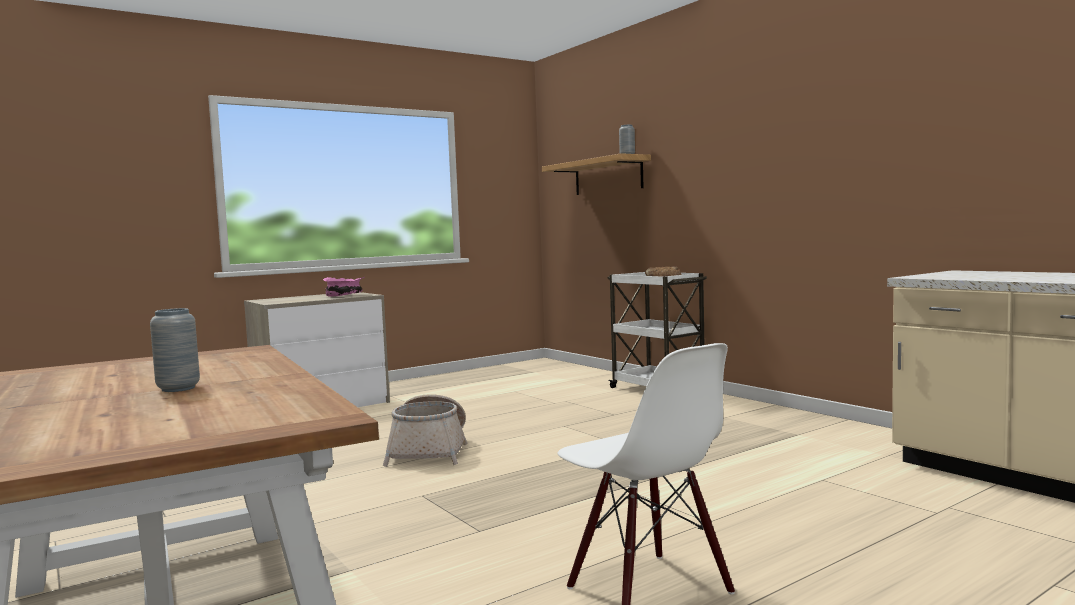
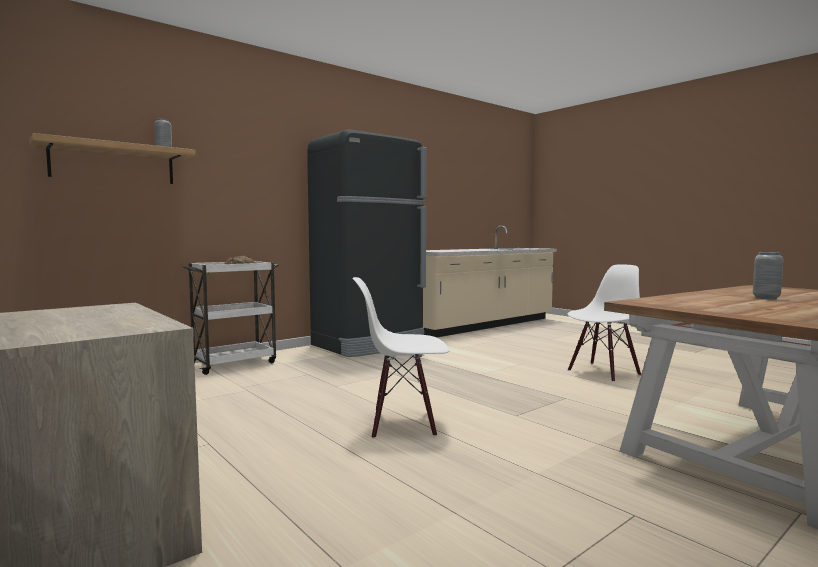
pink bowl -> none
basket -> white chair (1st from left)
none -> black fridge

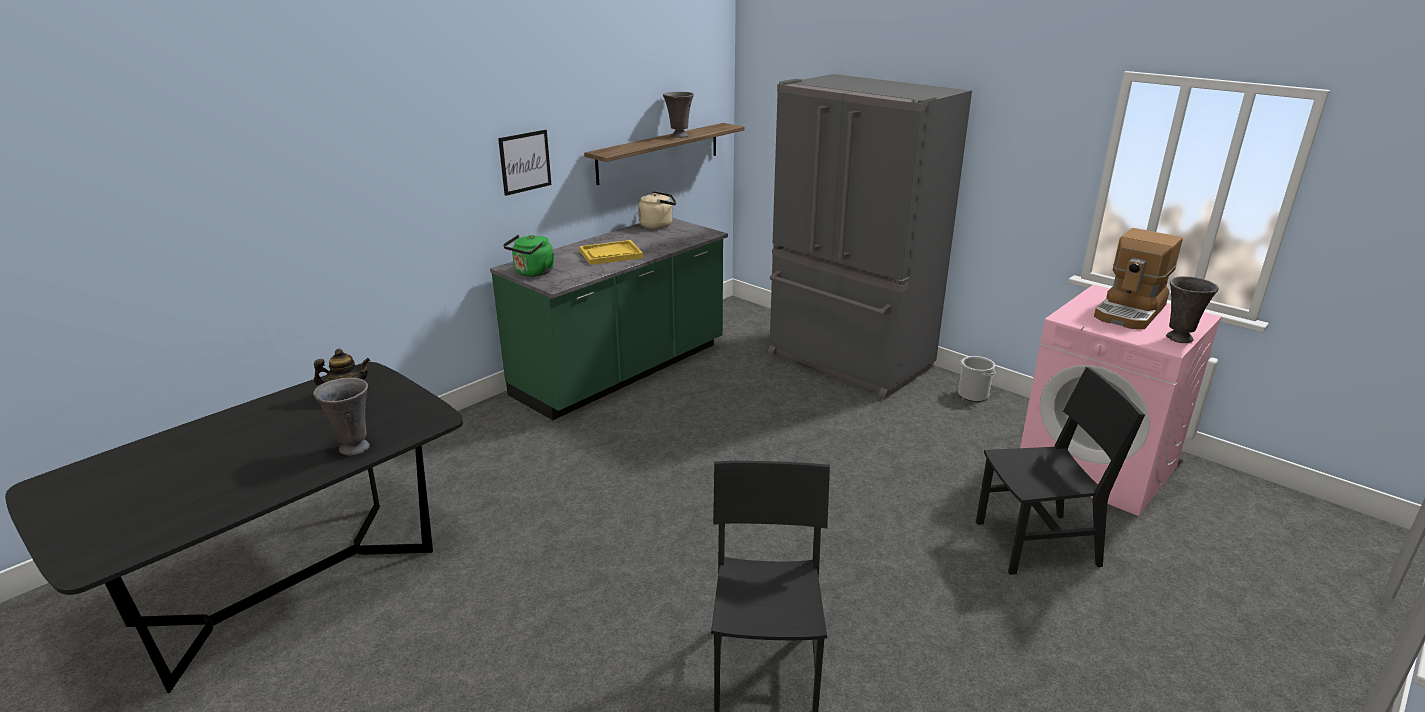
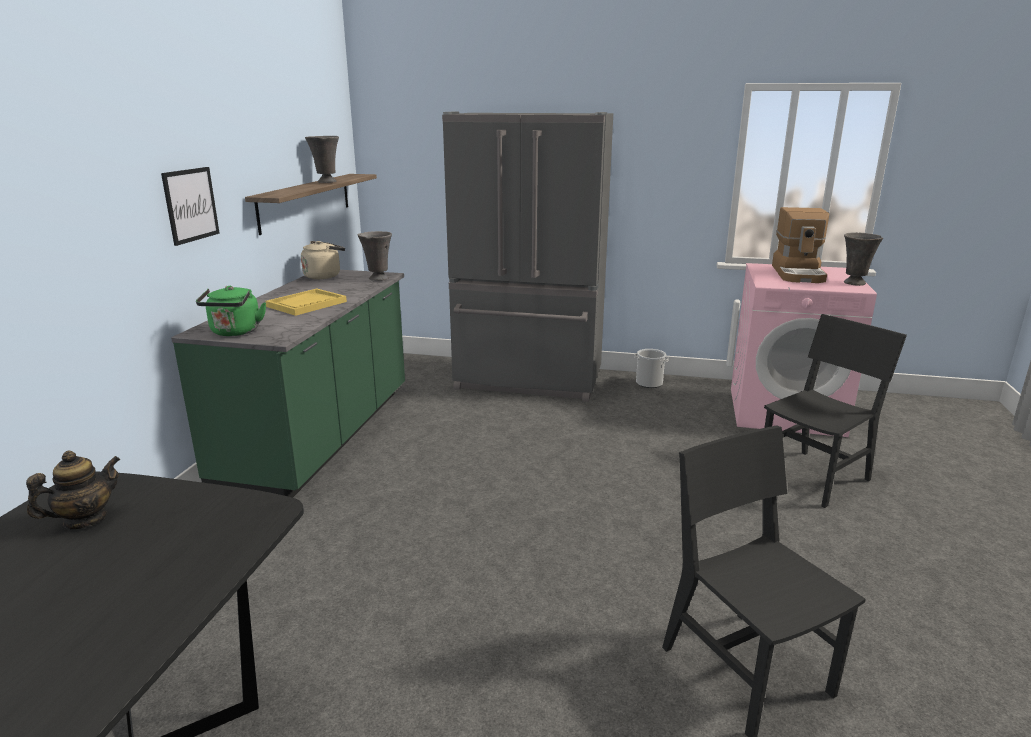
grey vase (1st from left in the first image) -> grey vase (2nd from left), moved

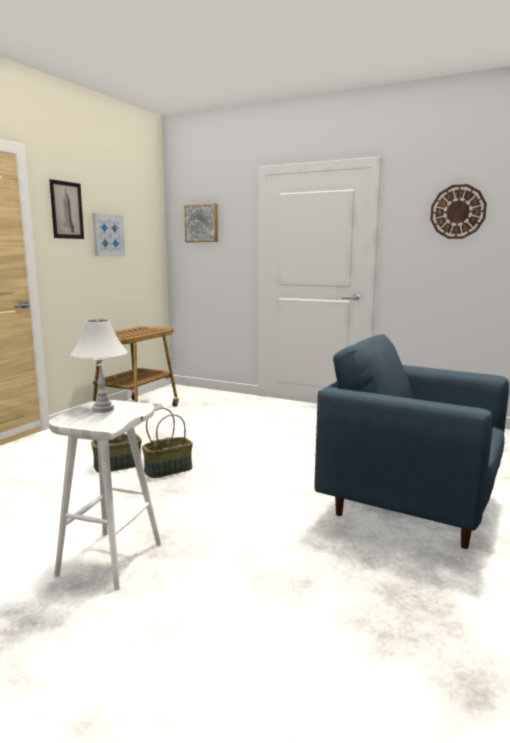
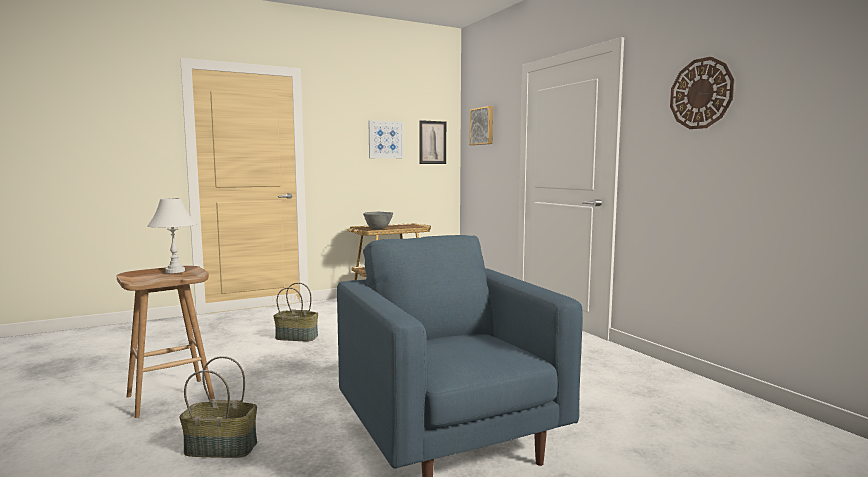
picture (1st from left in the first image) -> picture (2nd from left), moved
white stool -> brown stool
basket (2nd from left in the first image) -> basket (1st from left), moved
none -> grey bowl

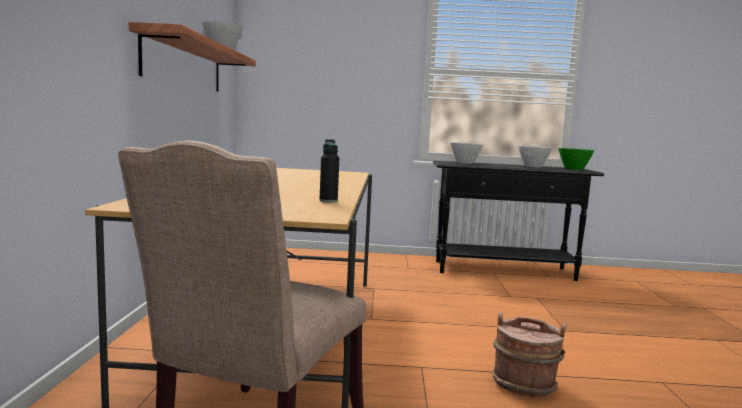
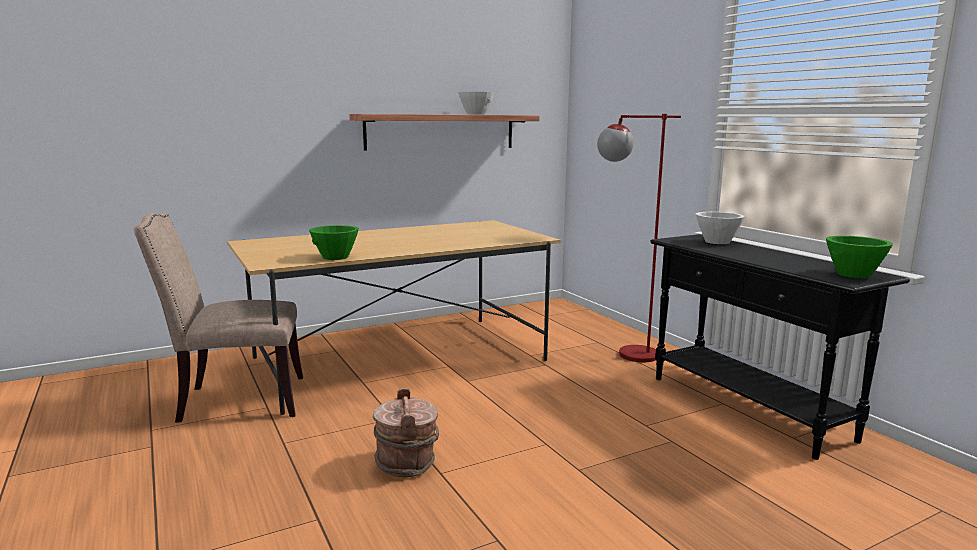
black bottle -> green bowl (1st from left)
white bowl (3rd from left) -> none
none -> red floor lamp

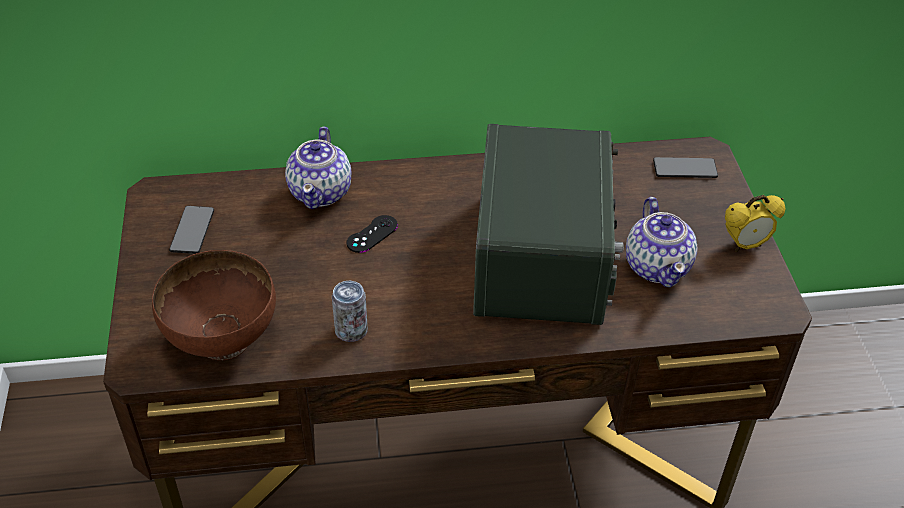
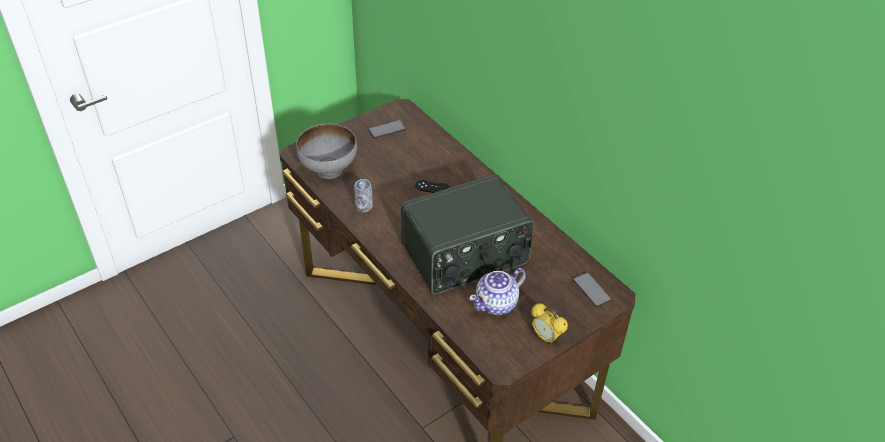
brown bowl -> grey bowl
teapot (1st from left) -> none

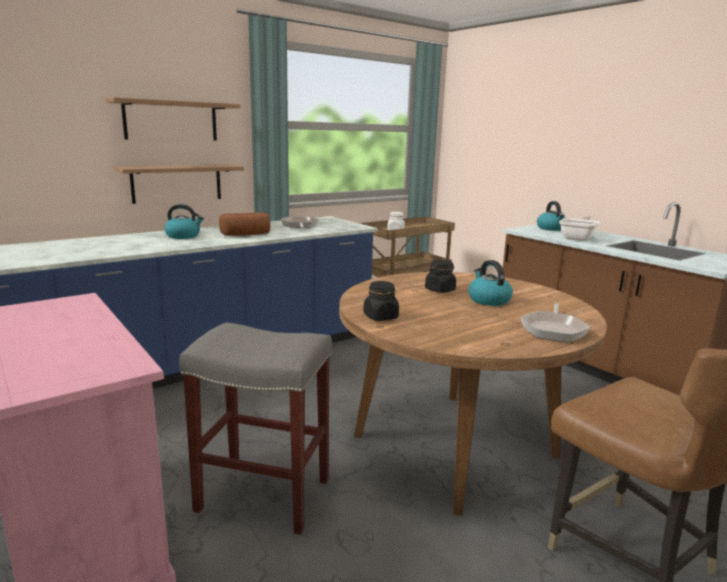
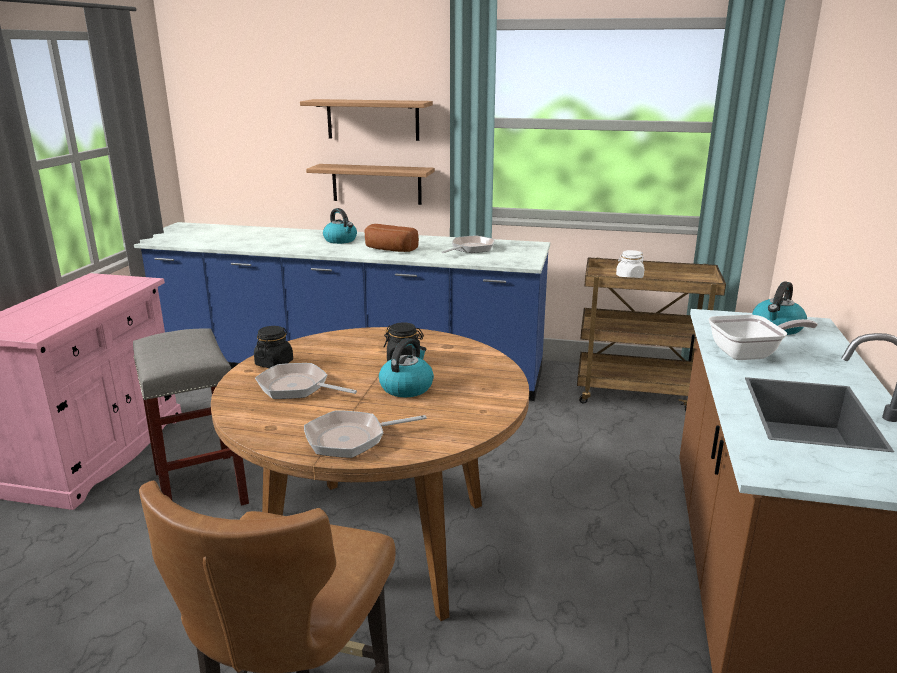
none -> frying pan (1st from left)

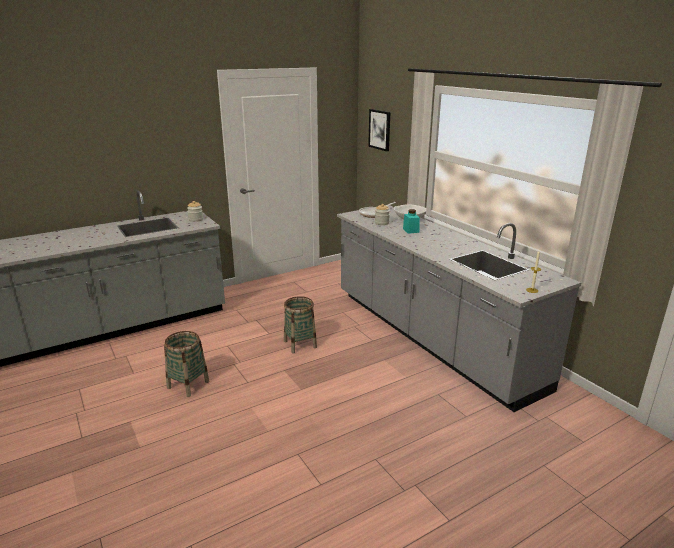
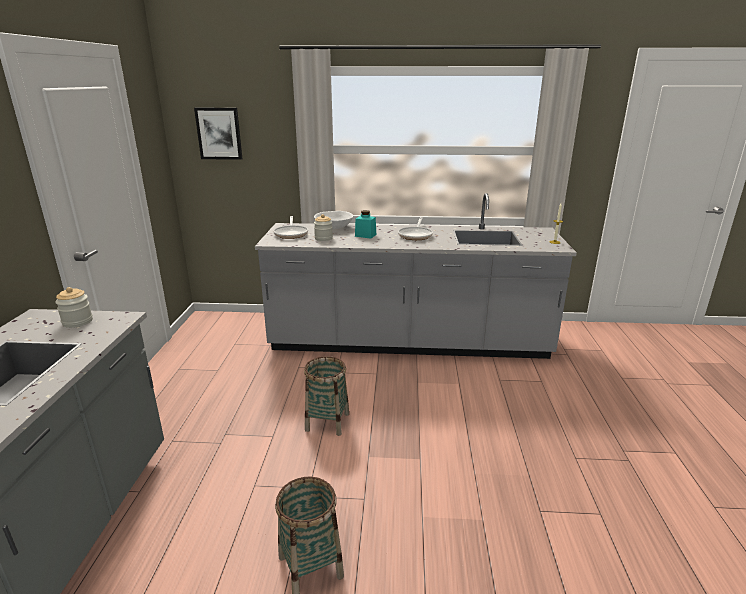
none -> frying pan (2nd from left)

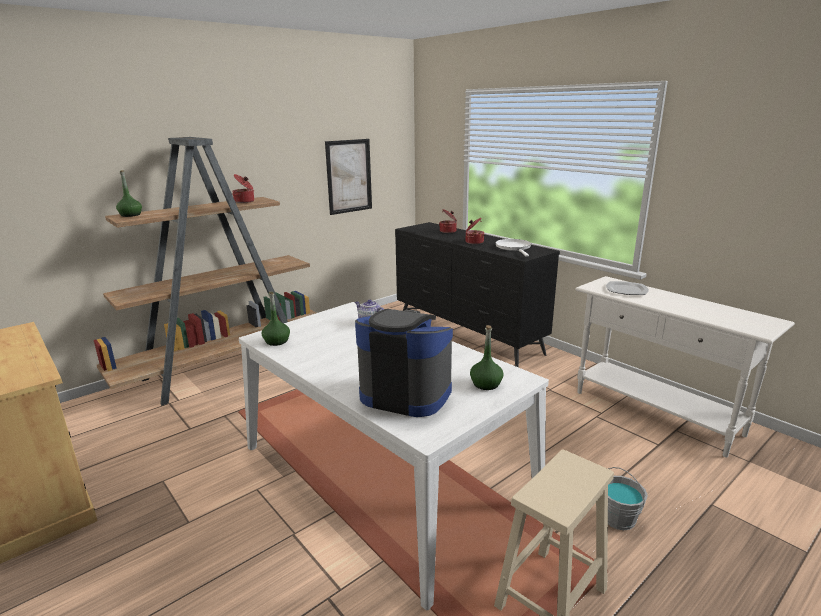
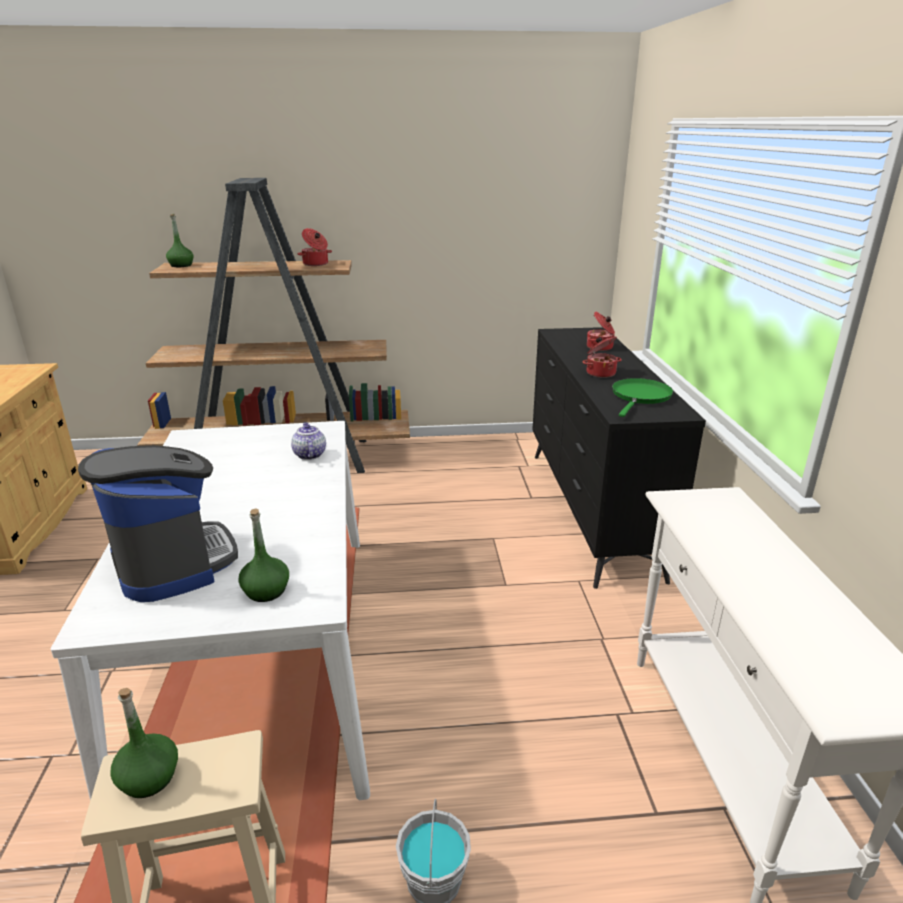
green bottle (2nd from left in the first image) -> green bottle (1st from left), moved
picture -> none
white frying pan -> green frying pan
plate -> none

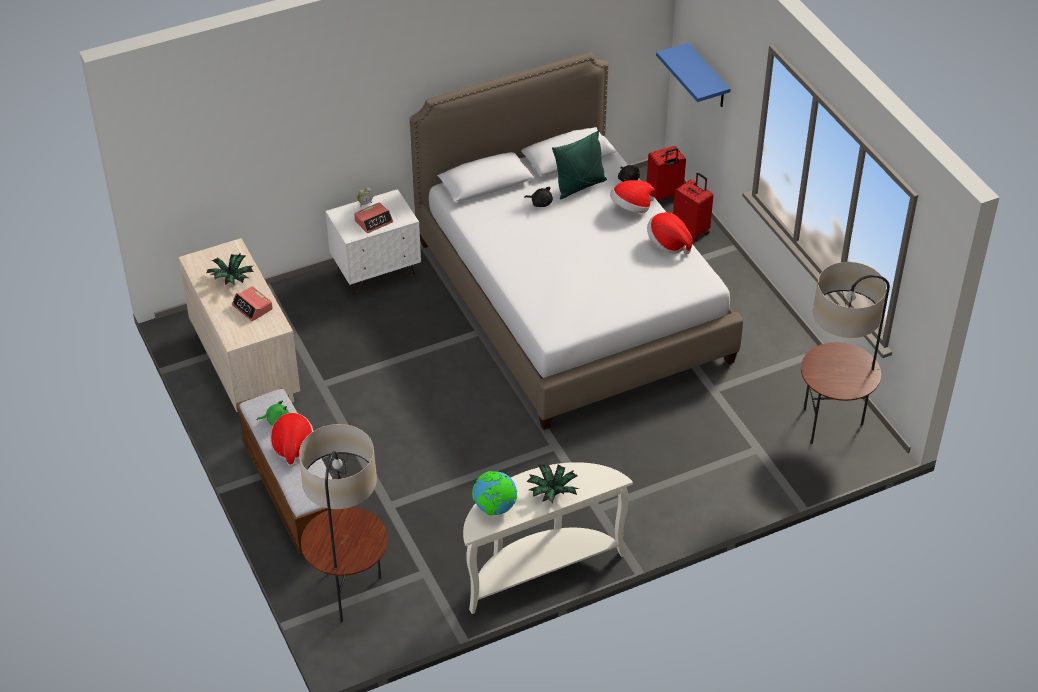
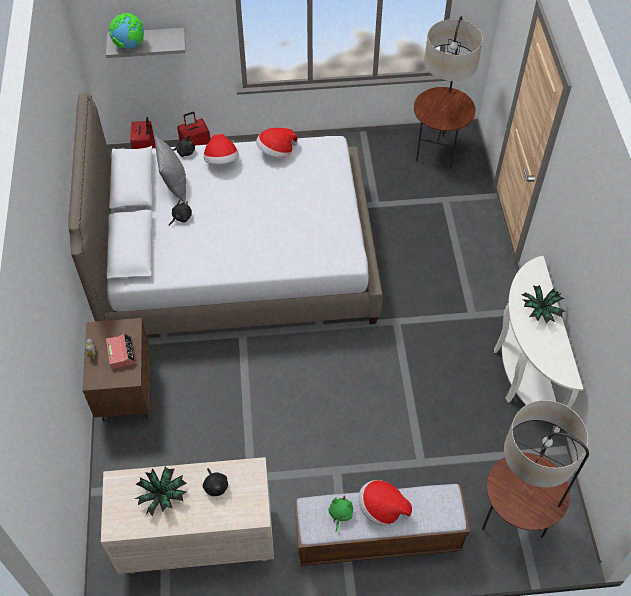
alarm clock (1st from left) -> black plush toy (3rd from left)
white nightstand -> brown nightstand
globe, moved
green pillow -> grey pillow
blue shelf -> grey shelf

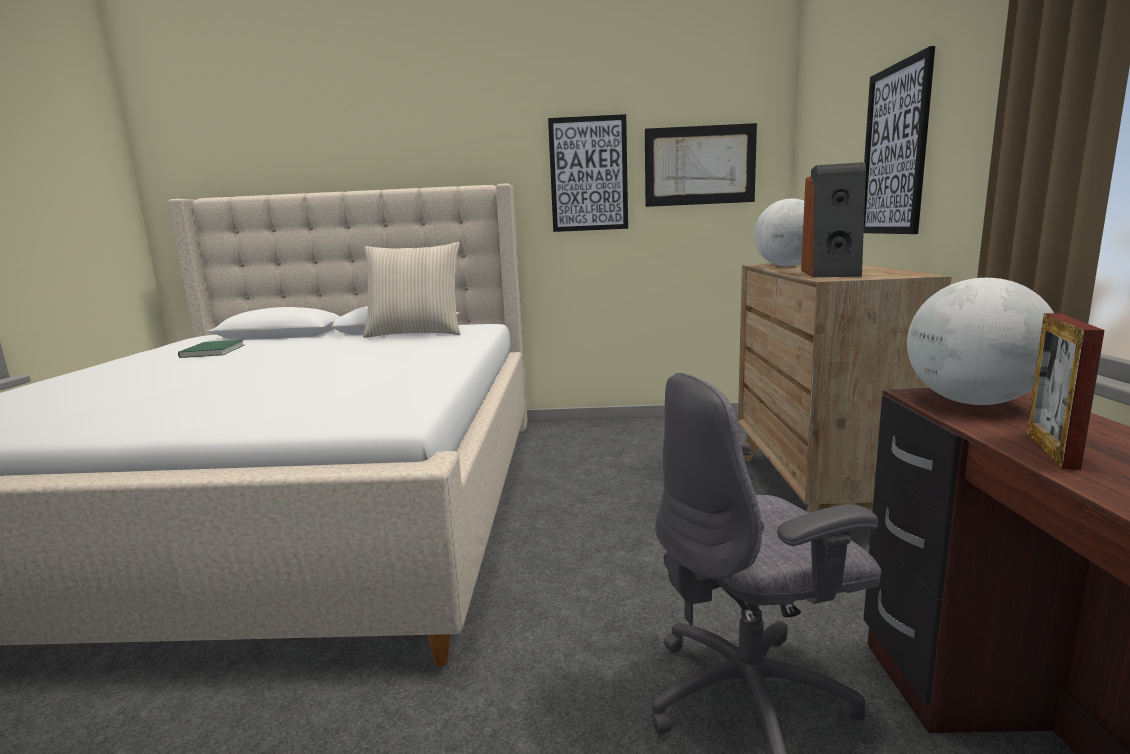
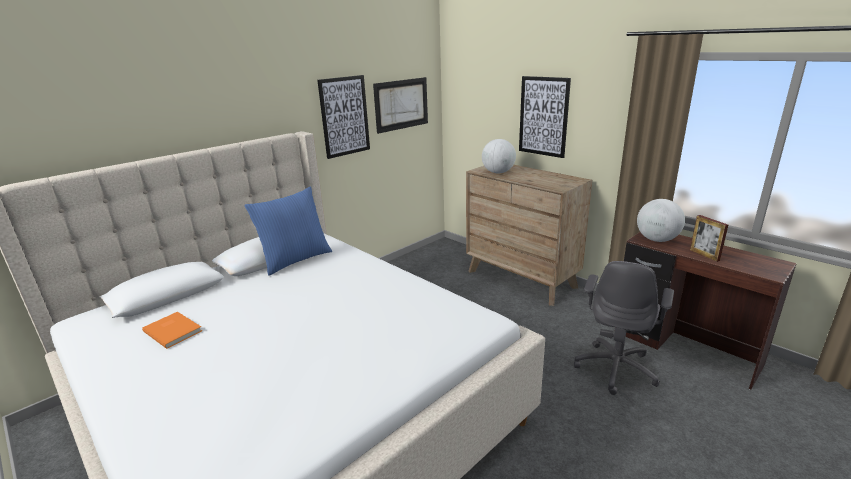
green book -> orange book
beige pillow -> blue pillow
speaker -> none

